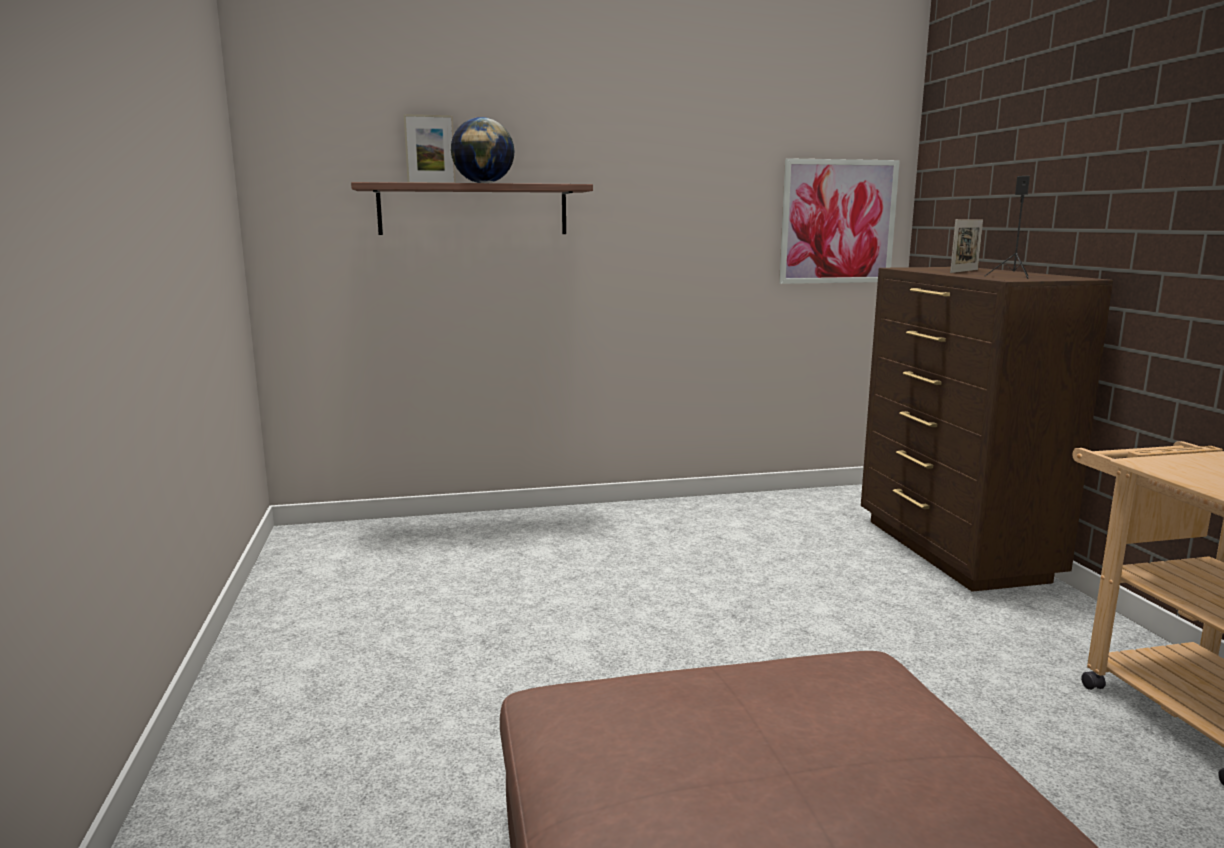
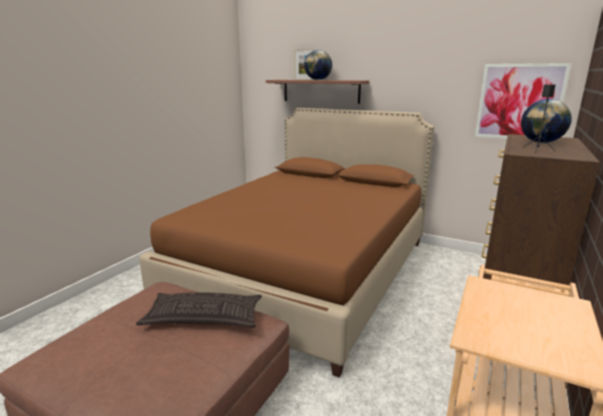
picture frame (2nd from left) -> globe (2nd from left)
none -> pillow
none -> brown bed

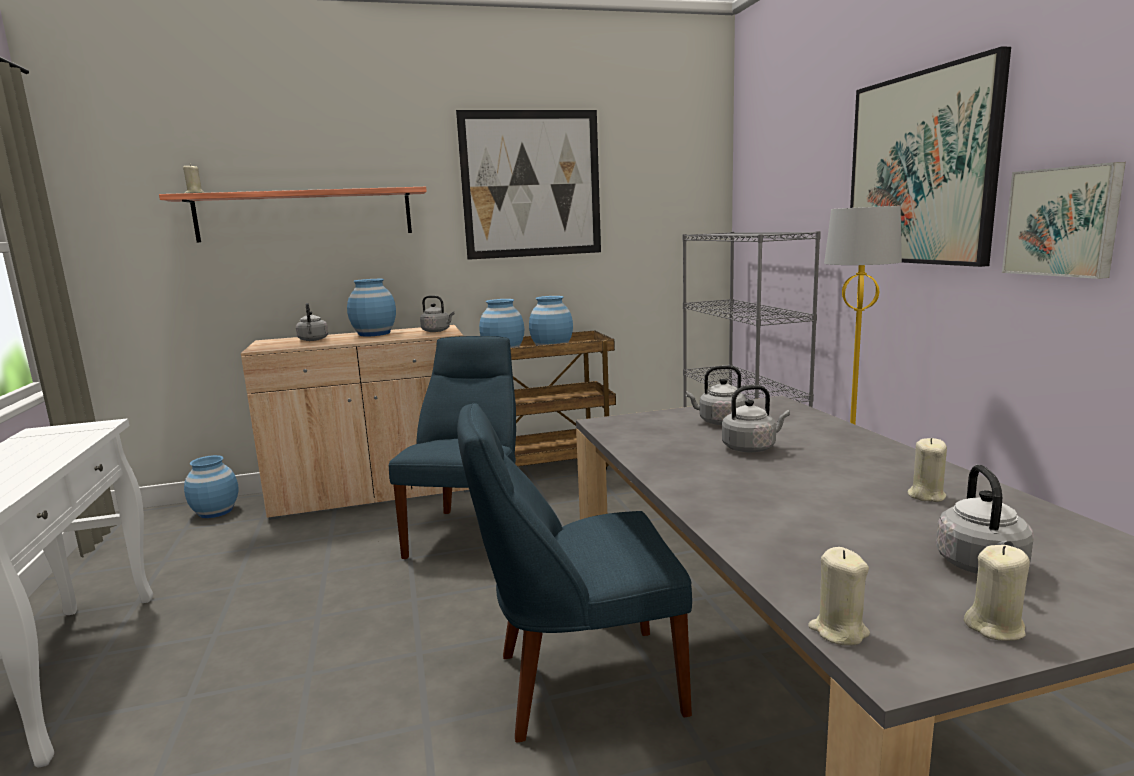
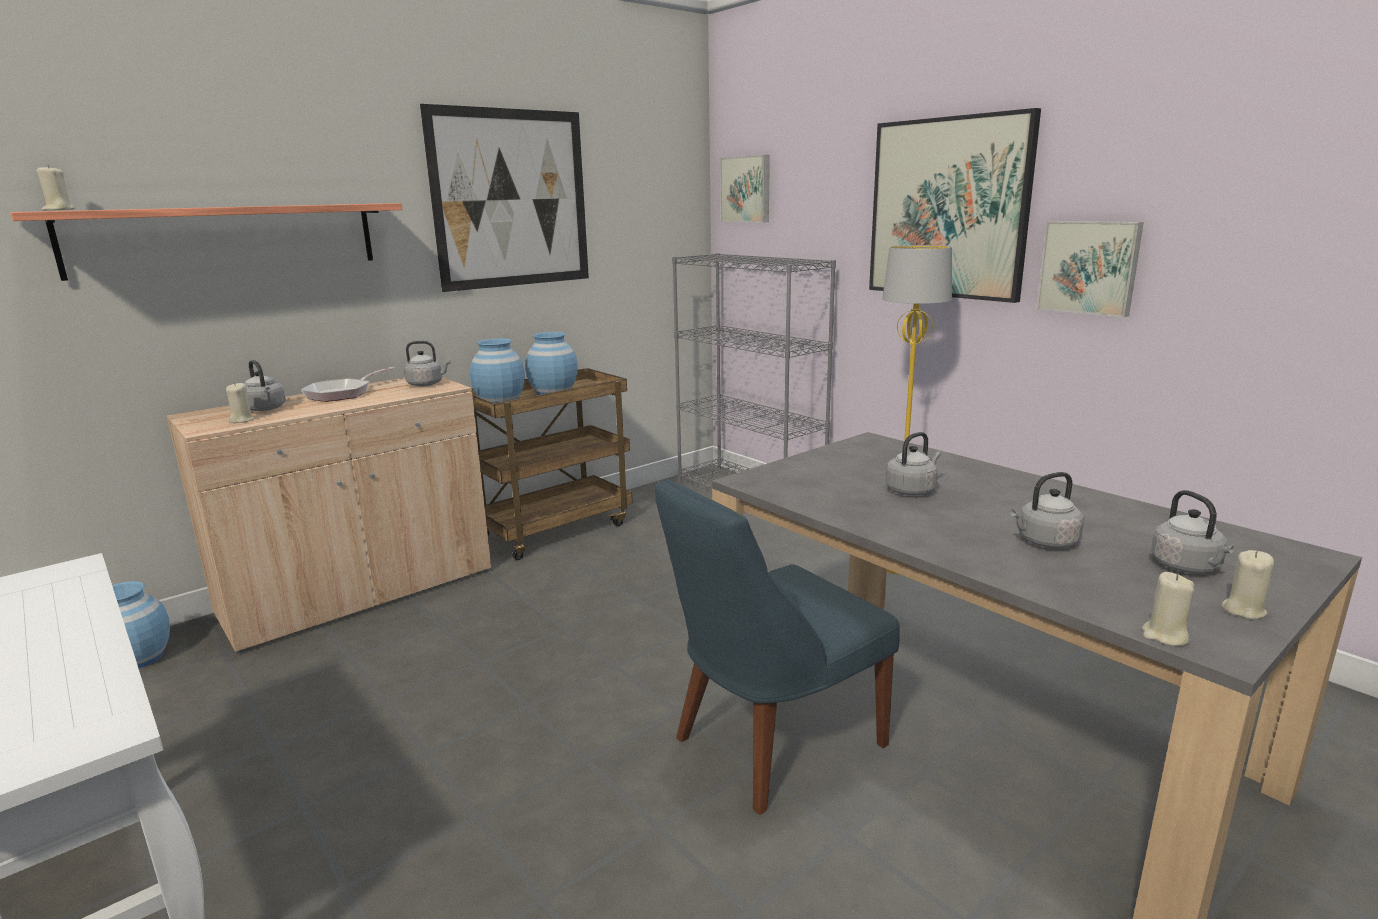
blue vase (2nd from left) -> frying pan
blue chair (1st from left) -> none
grey kettle (3rd from left in the first image) -> grey kettle (4th from left), moved
beige candle (3rd from left in the first image) -> beige candle (2nd from left), moved
none -> picture (2nd from left)

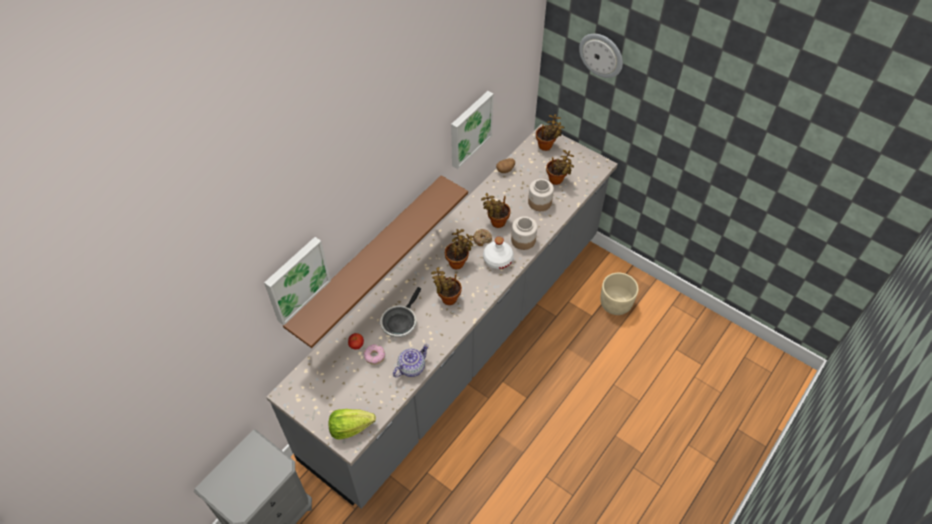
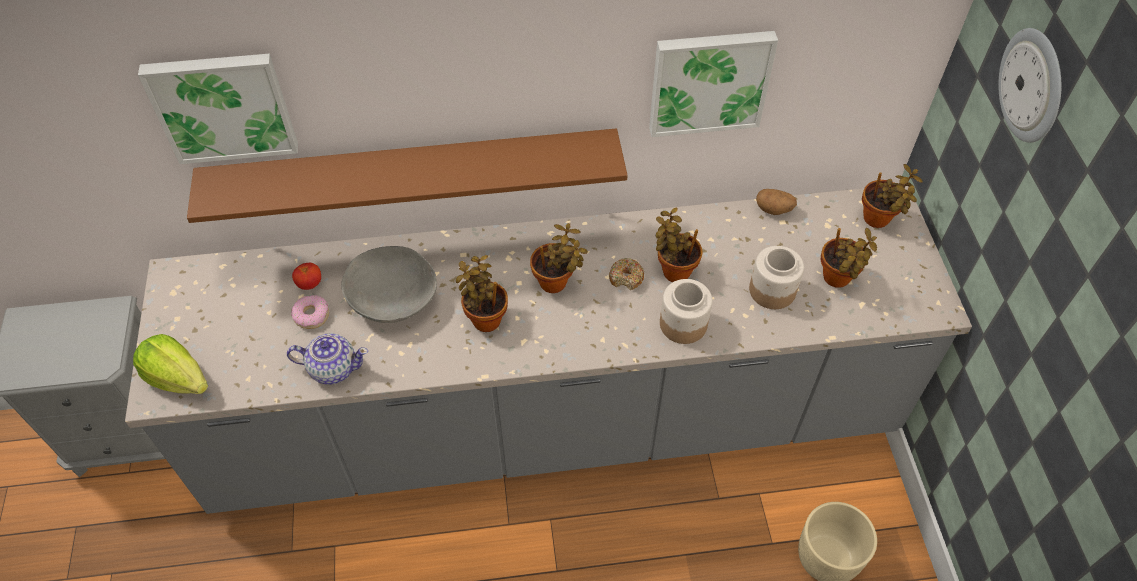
frying pan -> grey bowl
white bottle -> none

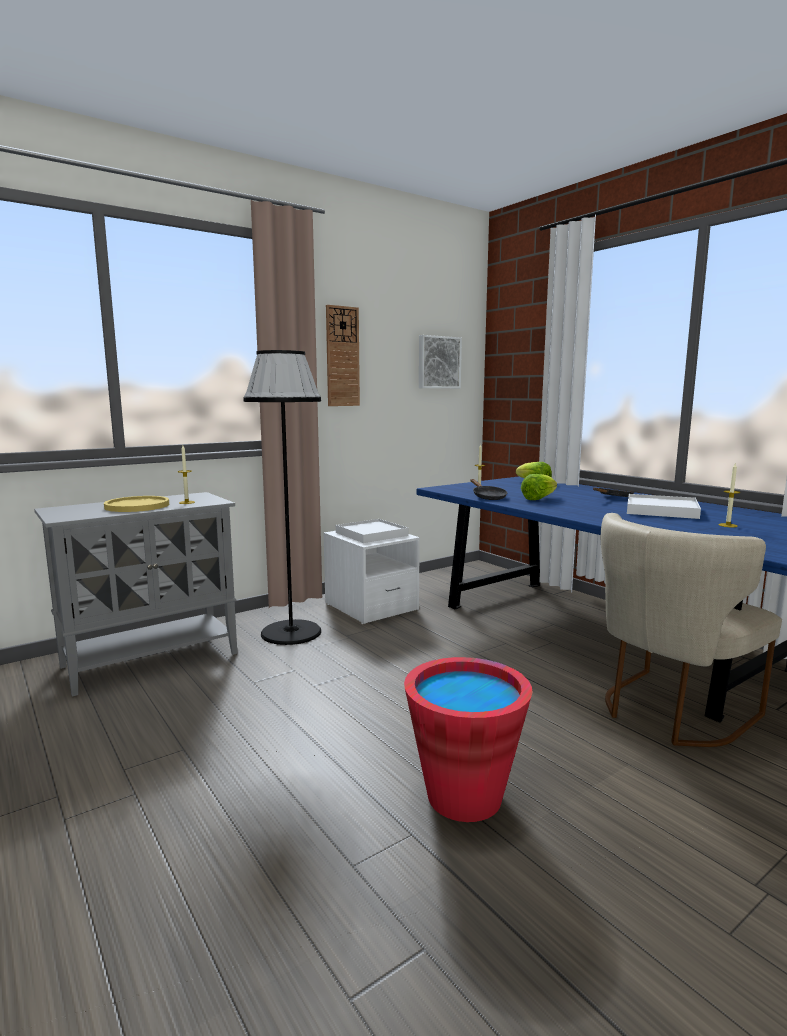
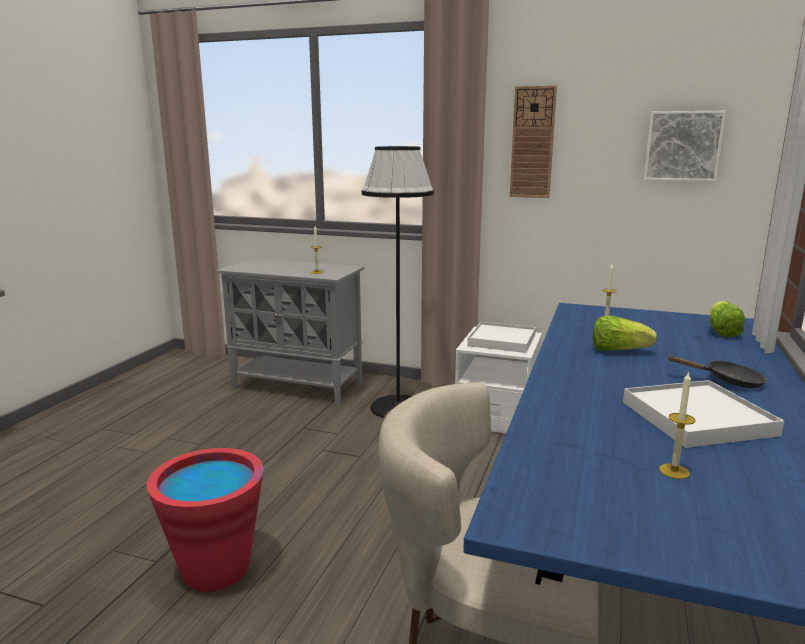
yellow plate -> none
black frying pan (1st from left) -> none

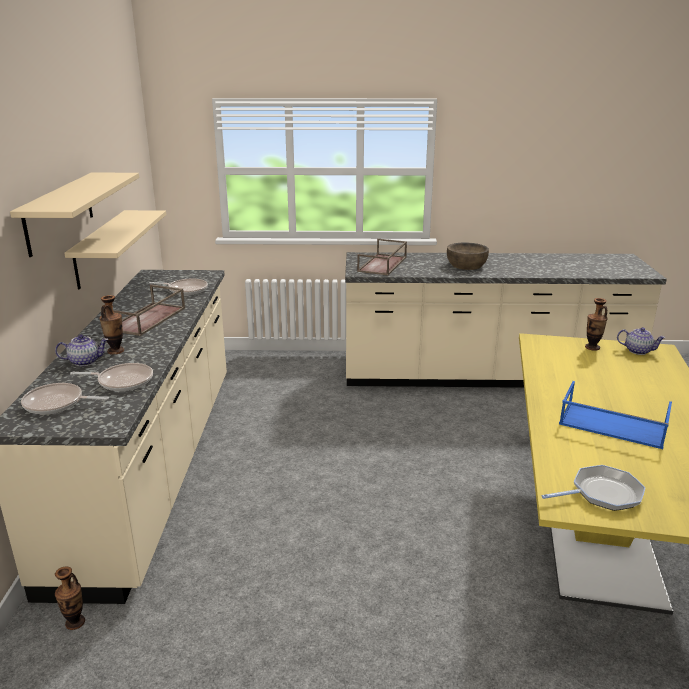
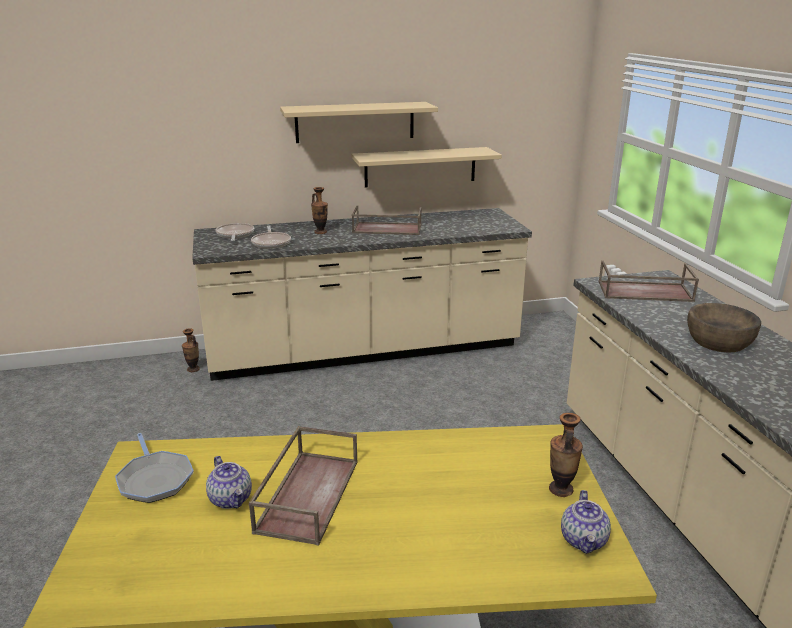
teapot (1st from left), moved
frying pan (3rd from left) -> none
blue tray -> brown tray (1st from left)

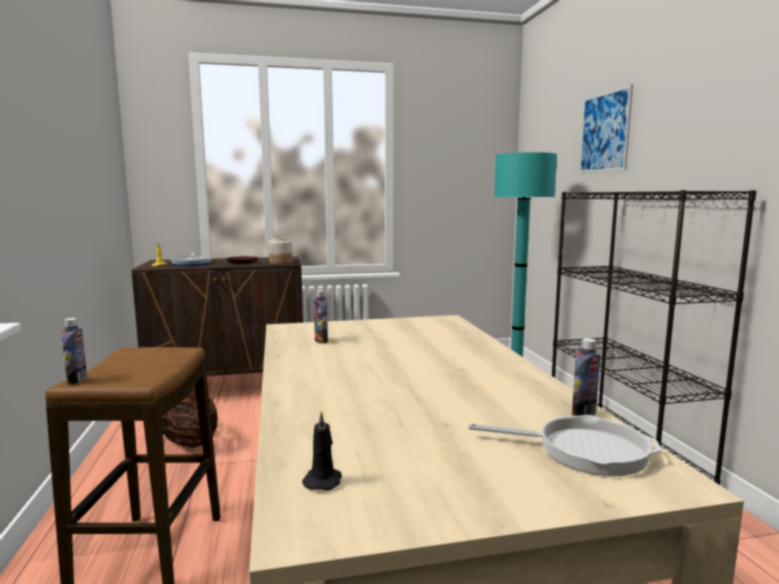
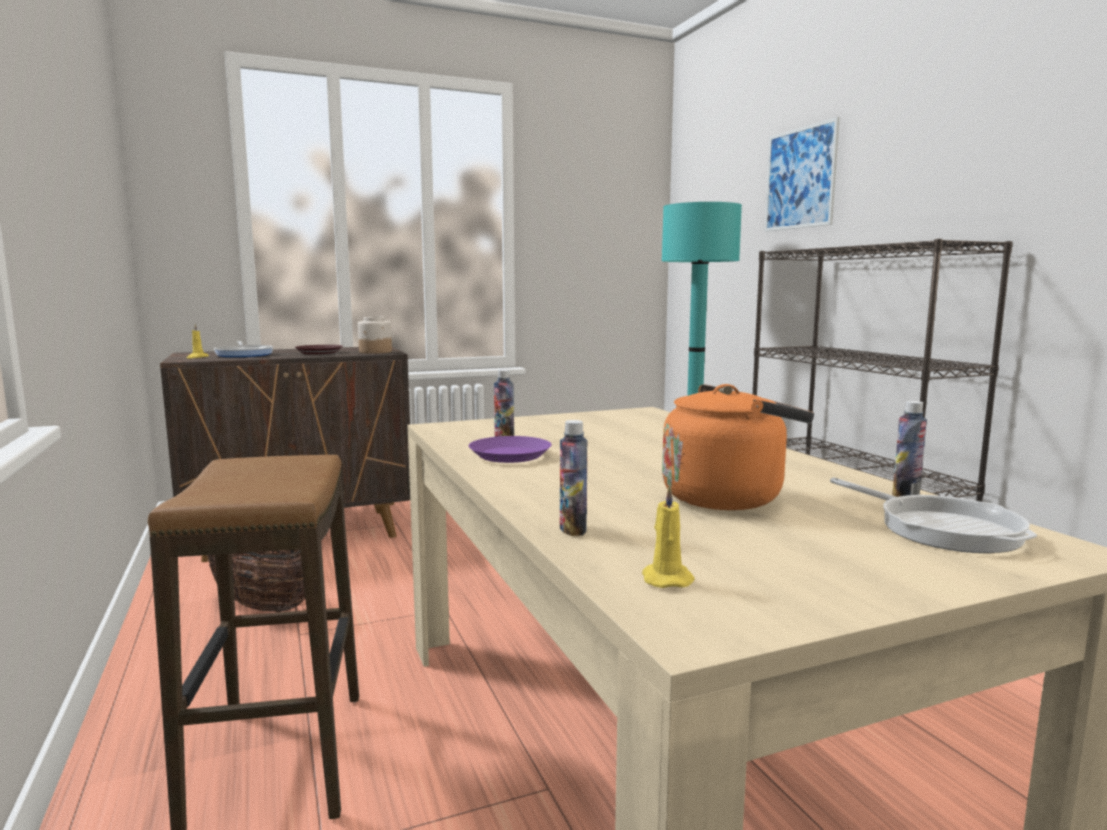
bottle (1st from left in the first image) -> bottle (2nd from left), moved
black candle -> yellow candle (2nd from left)
frying pan (2nd from left), 60 degrees clockwise
none -> purple plate
none -> orange kettle

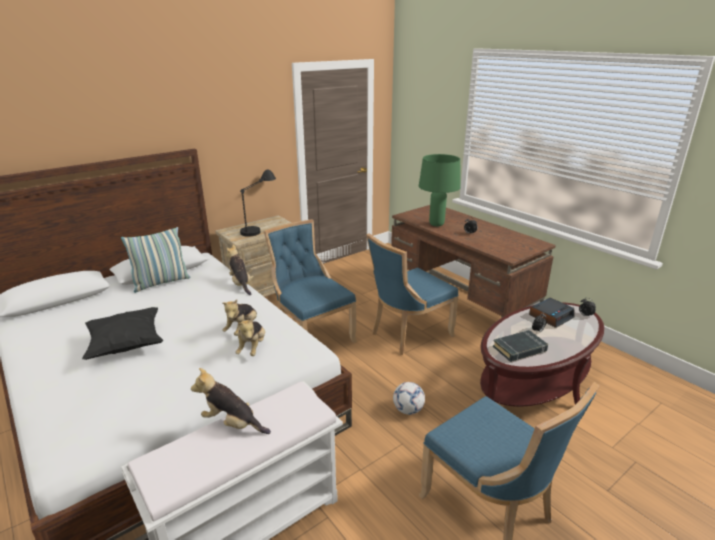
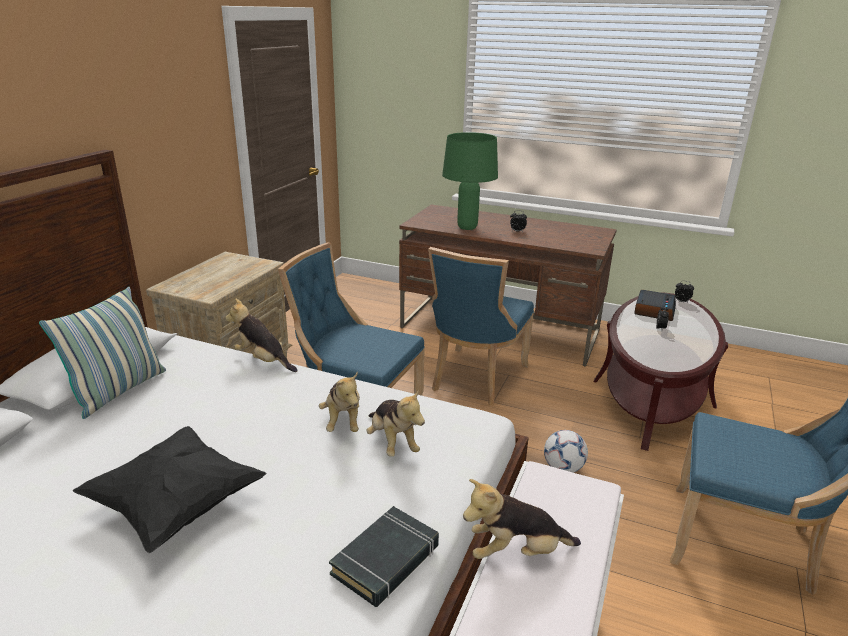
black table lamp -> none
black book, moved

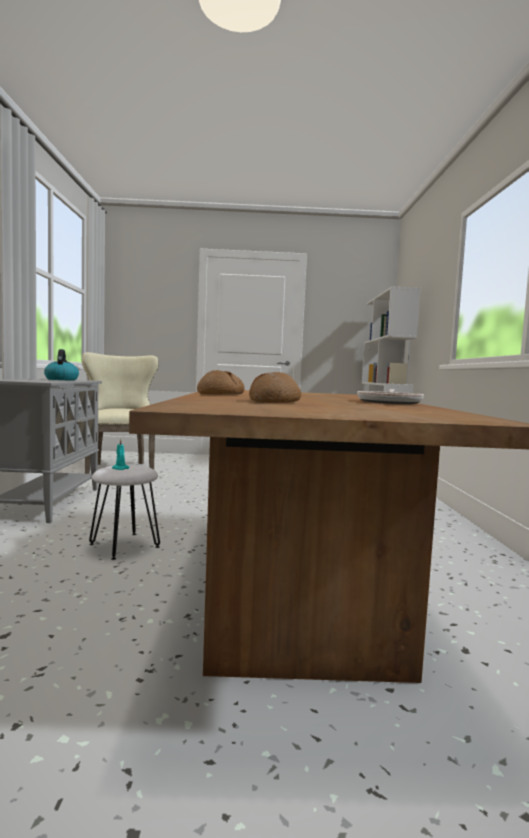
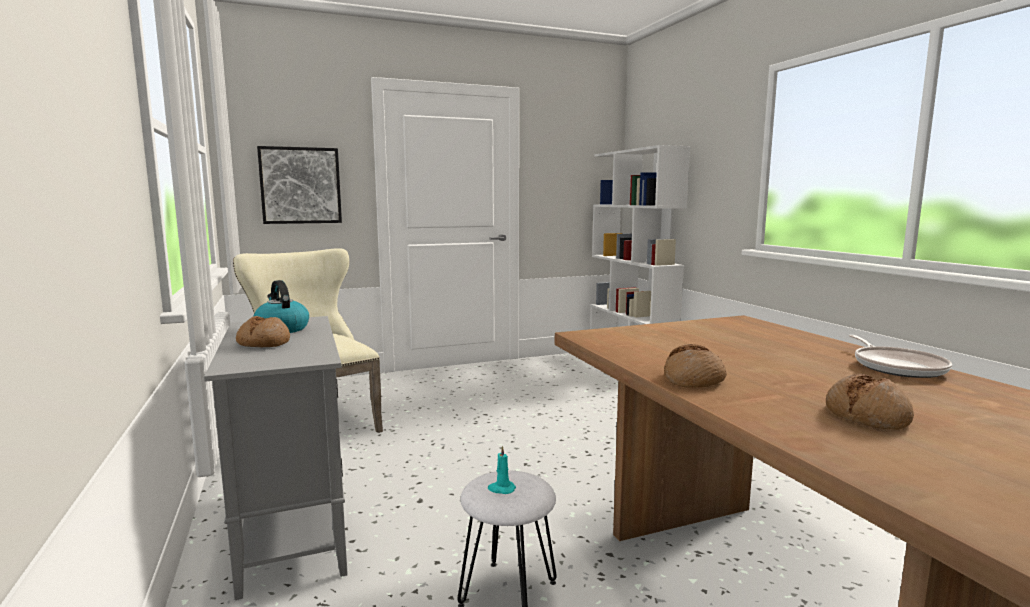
none -> bread (1st from left)
none -> picture

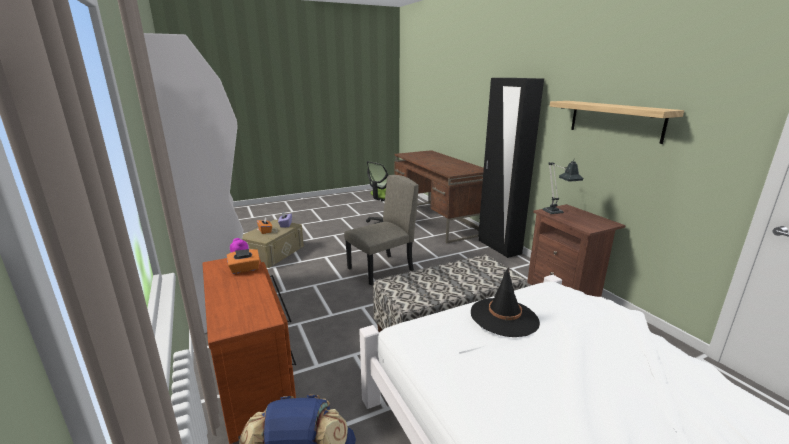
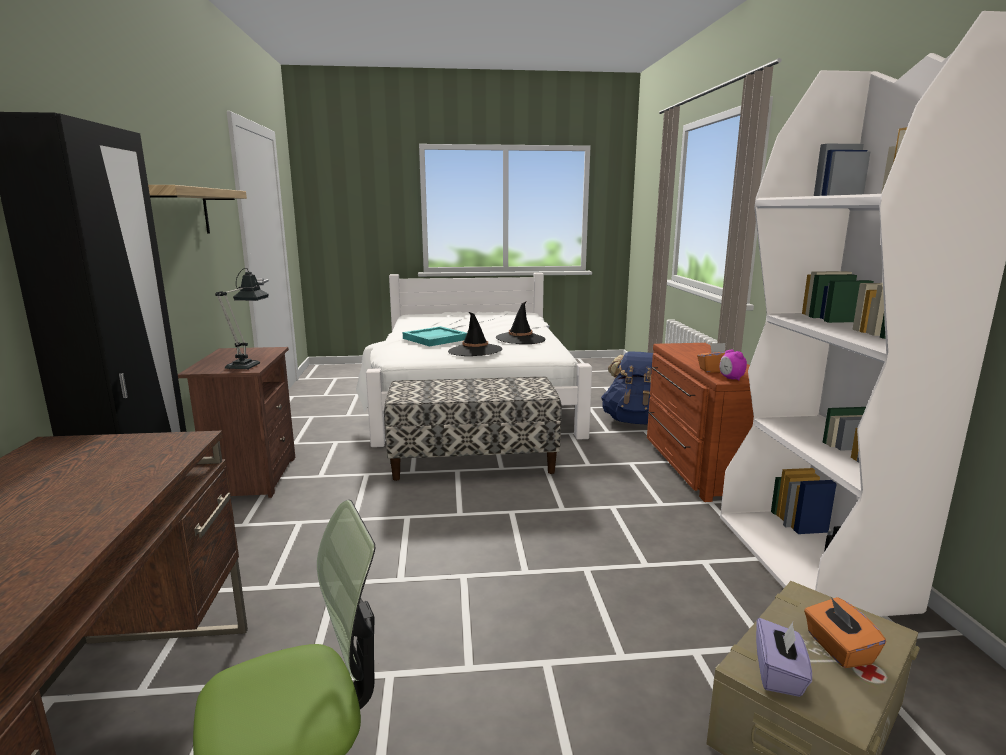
beige chair -> none
none -> turquoise tray
none -> black hat (2nd from left)

